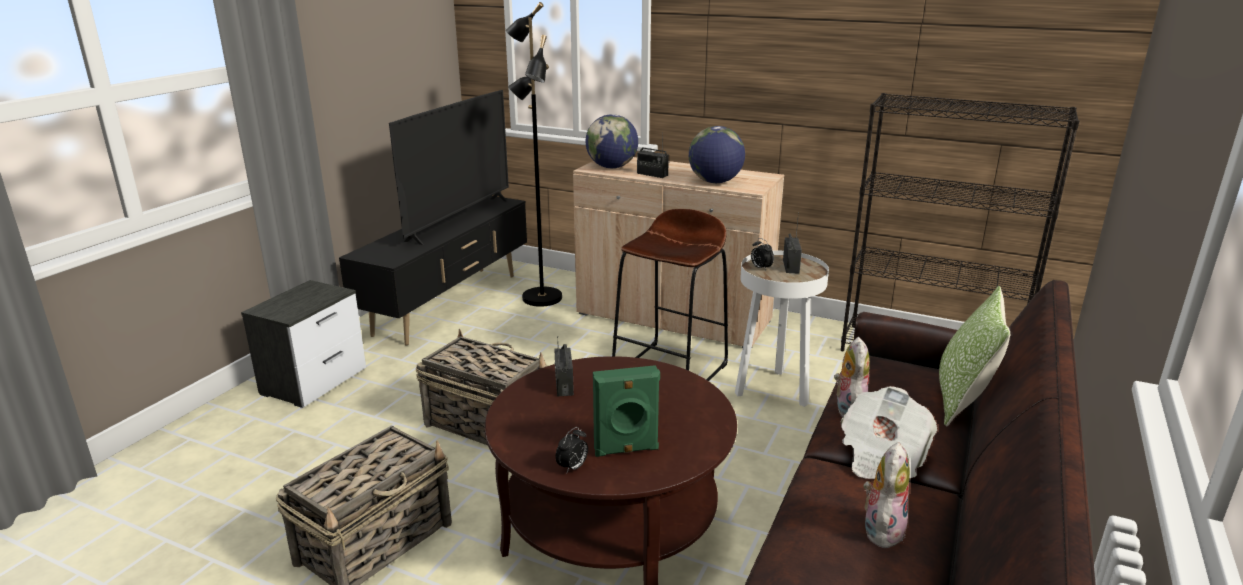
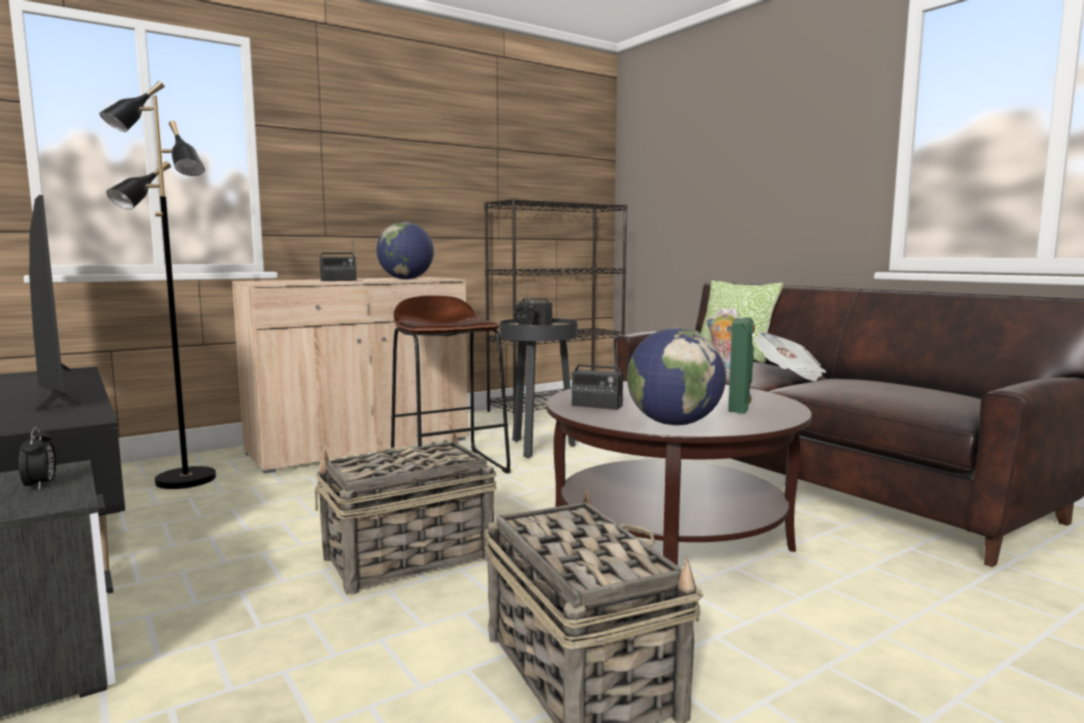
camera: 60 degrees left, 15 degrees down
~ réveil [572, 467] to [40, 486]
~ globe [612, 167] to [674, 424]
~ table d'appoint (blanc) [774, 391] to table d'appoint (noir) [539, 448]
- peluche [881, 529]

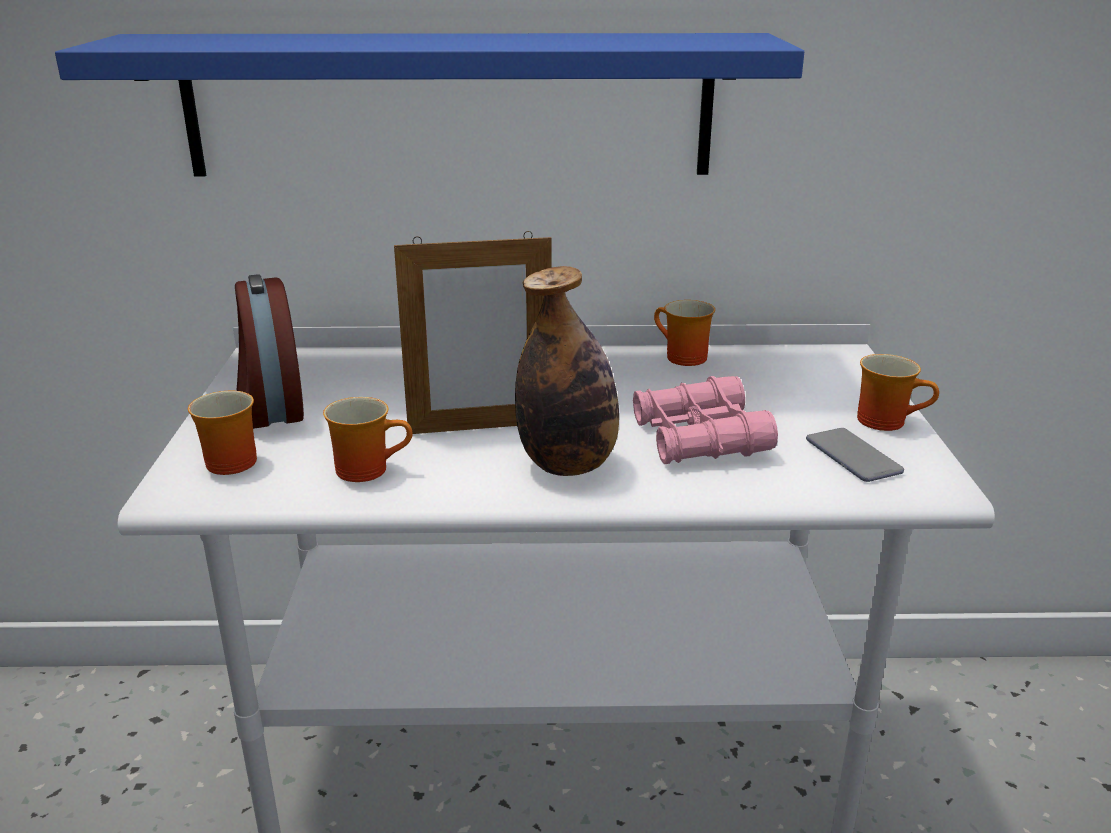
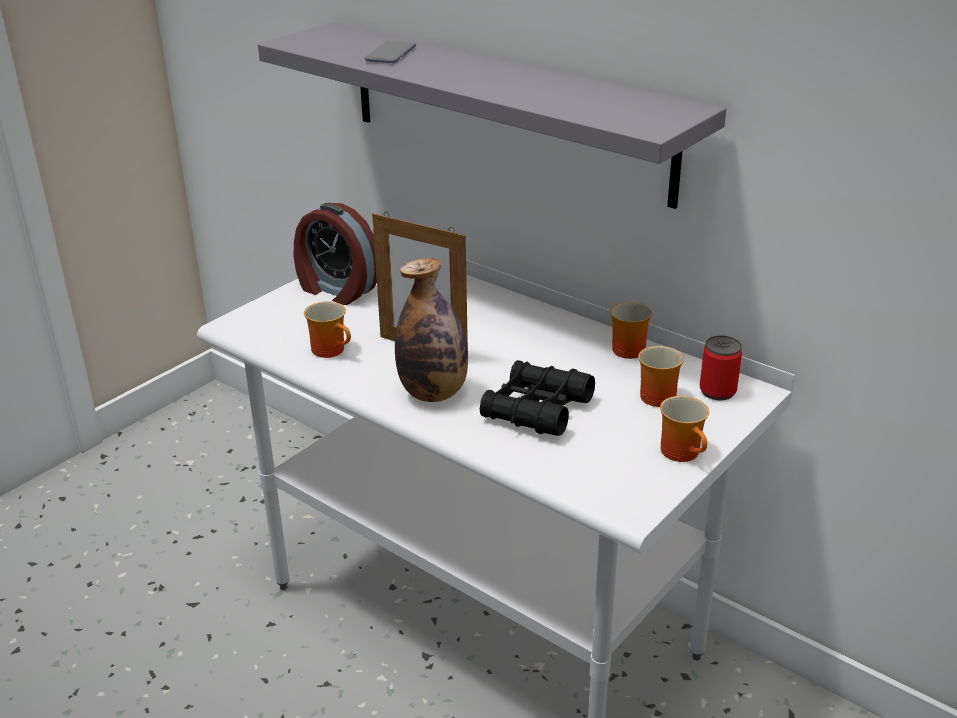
camera: 40 degrees right, 5 degrees up
~ étagère (bleu) [449, 106] to étagère (gris) [506, 110]
~ mug [224, 462] to [653, 395]
~ réveil [268, 407] = [336, 290] 75 degrees counterclockwise
~ jumelles (rose) [699, 438] to jumelles (noir) [536, 409]
~ téléphone [853, 456] to [391, 54]
+ boîte métallique [717, 391]

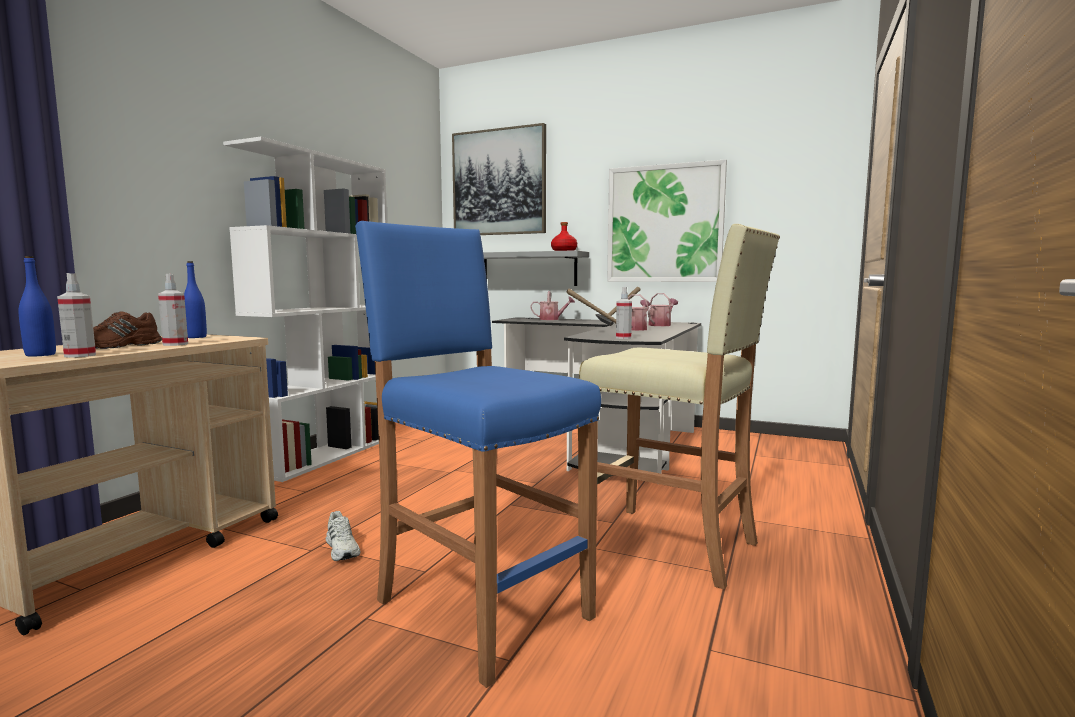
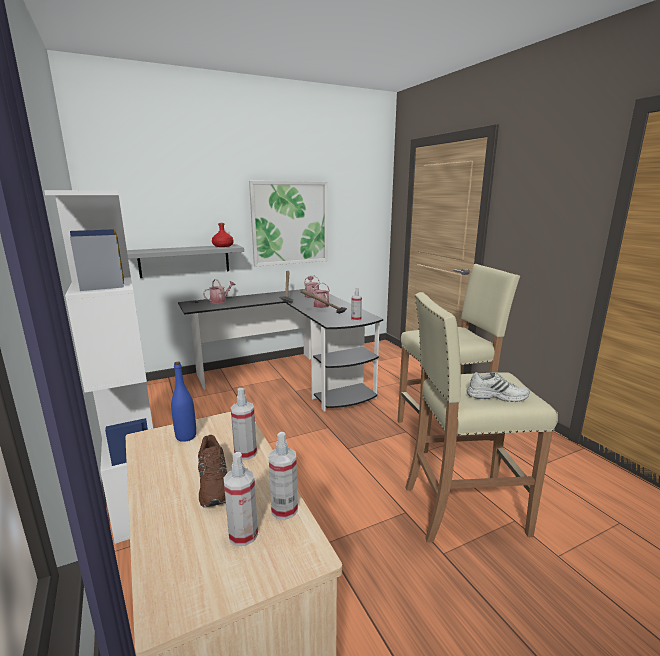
camera: 50 degrees left, 10 degrees up
~ bouteille (bleu) [40, 355] to vaporisateur [243, 534]
~ chaussure (blanc) [343, 549] to [496, 396]
~ tabouret (bleu) [481, 608] to tabouret (beige) [462, 509]
- tableau [499, 182]

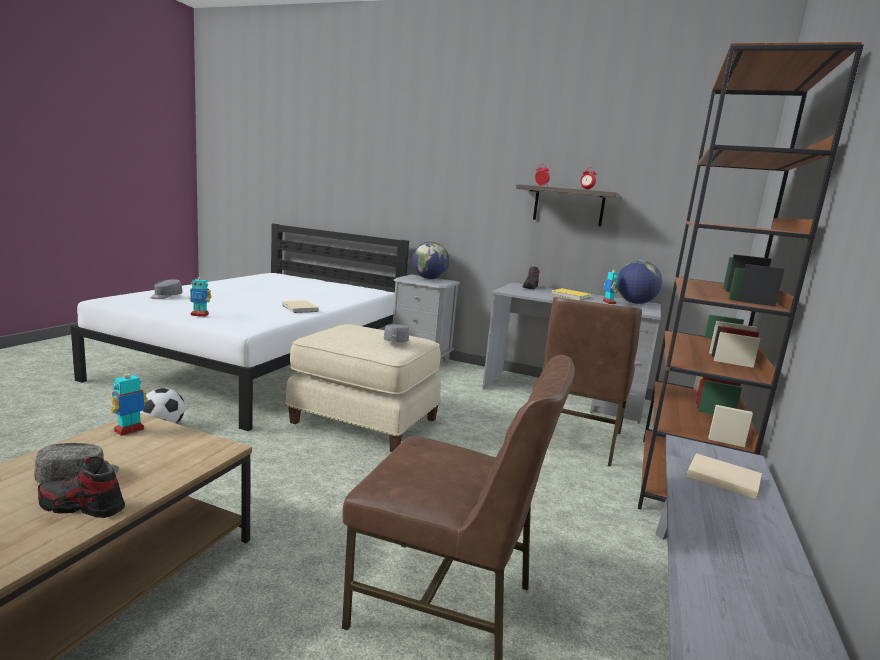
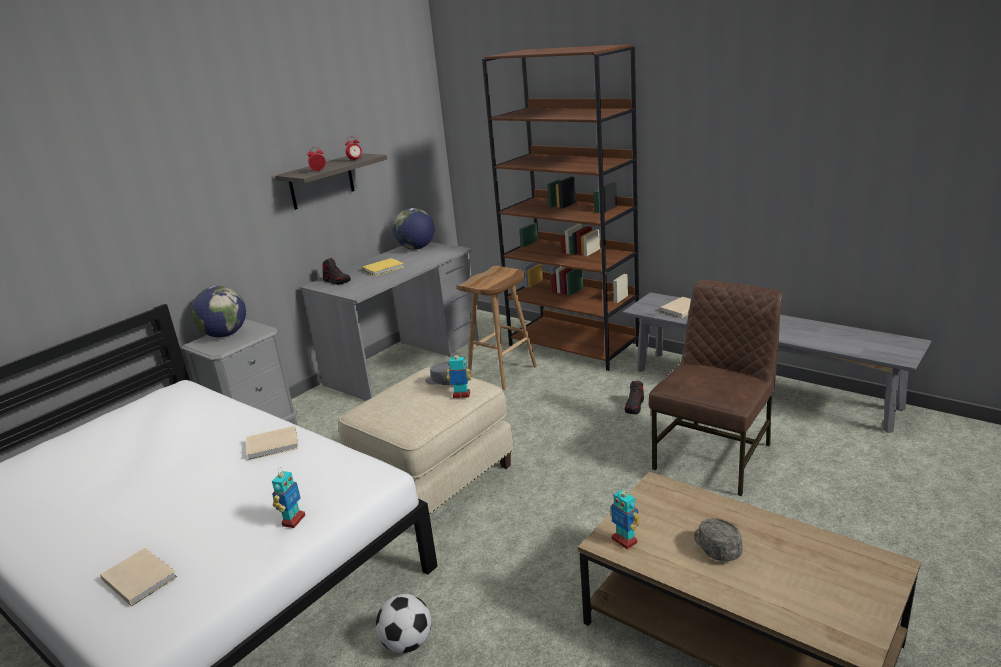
camera: 70 degrees left, 10 degrees up
~ chaussure [82, 506] to [634, 406]
~ casquette (gris) [166, 296] to livre (beige) [139, 577]
~ chaise (marron) [576, 440] to tabouret (marron) [502, 373]
~ robot jouet [608, 302] to [461, 395]

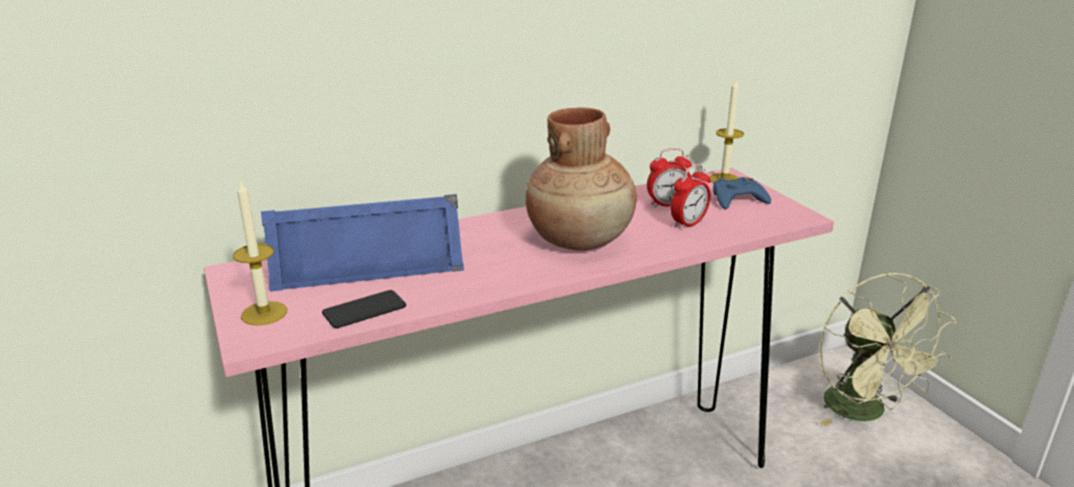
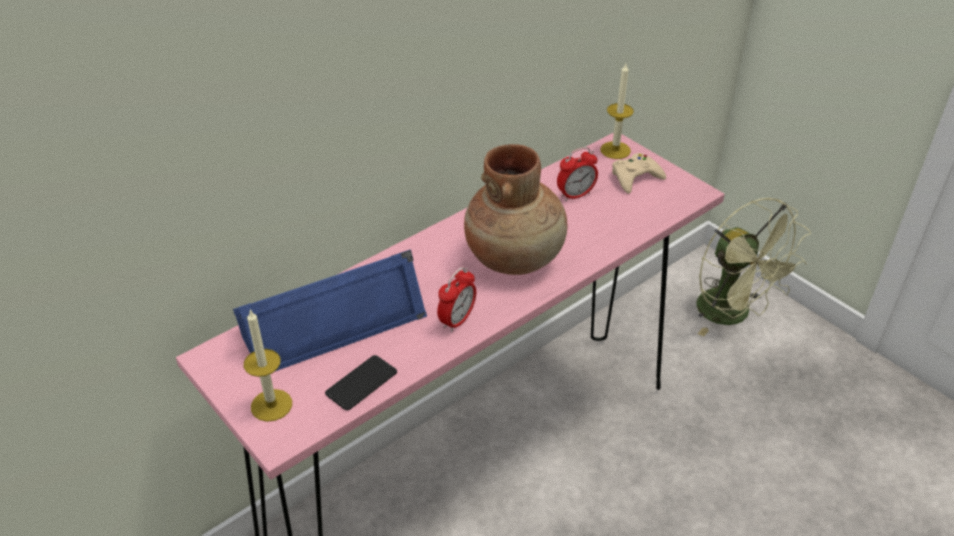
camera: 15 degrees left, 15 degrees up
~ réveil [688, 224] to [457, 320]
~ manette (bleu) [737, 199] to manette (beige) [635, 177]

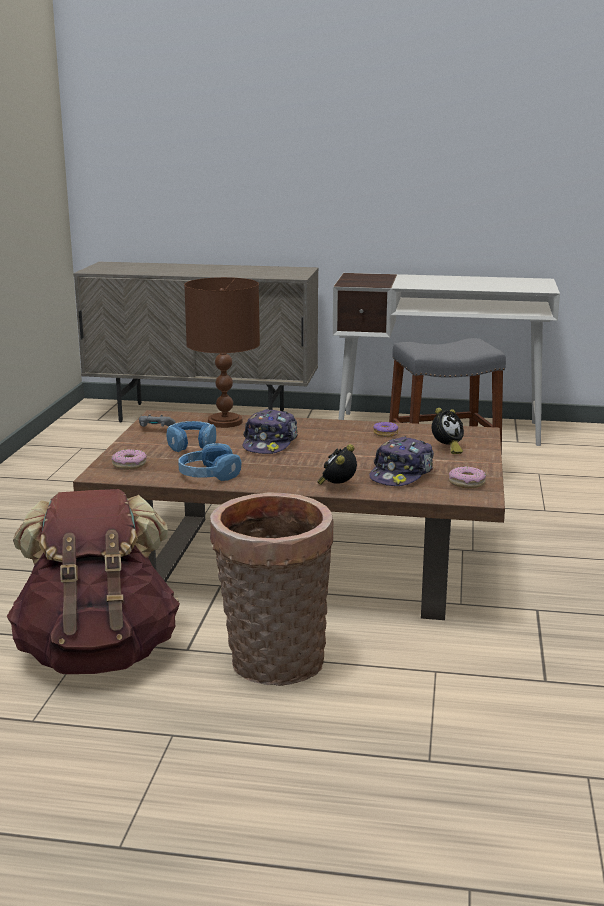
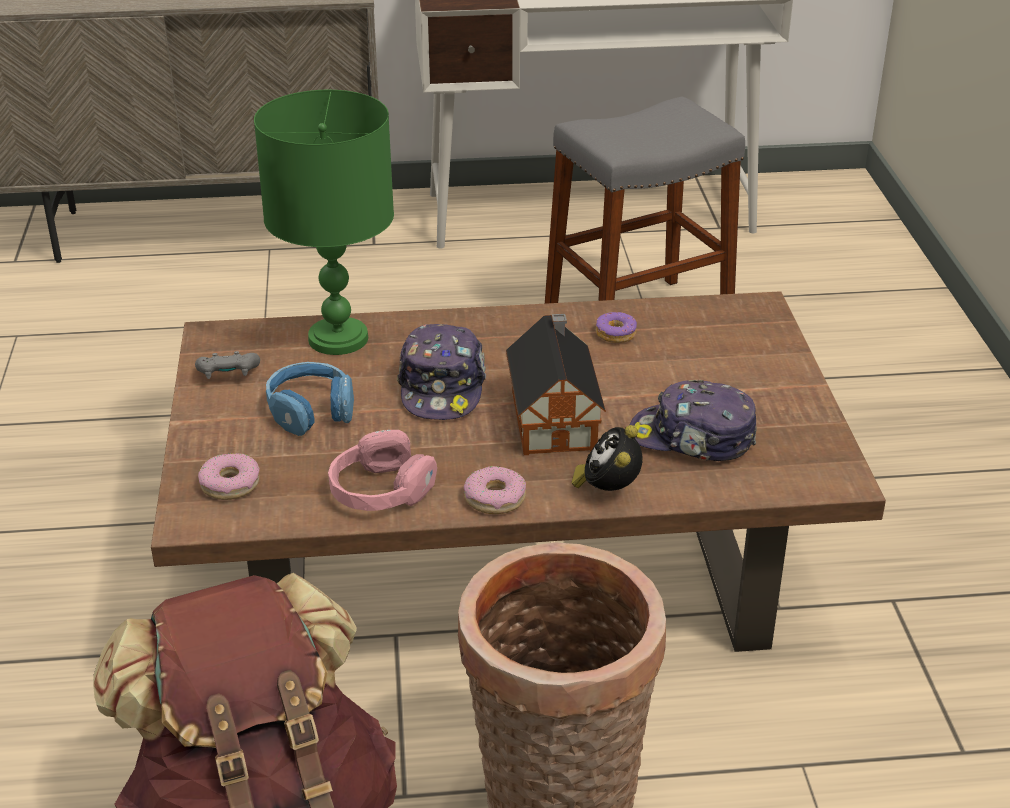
camera: 15 degrees left, 15 degrees up
~ casque audio (bleu) [208, 475] to casque audio (rose) [380, 491]
~ lampe de table (marron) [225, 422] to lampe de table (vert) [337, 338]
~ casquette [402, 474] = [692, 438] 90 degrees clockwise
- réveil [446, 449]
~ beignet [466, 483] to [495, 498]
+ maison miniature [554, 417]

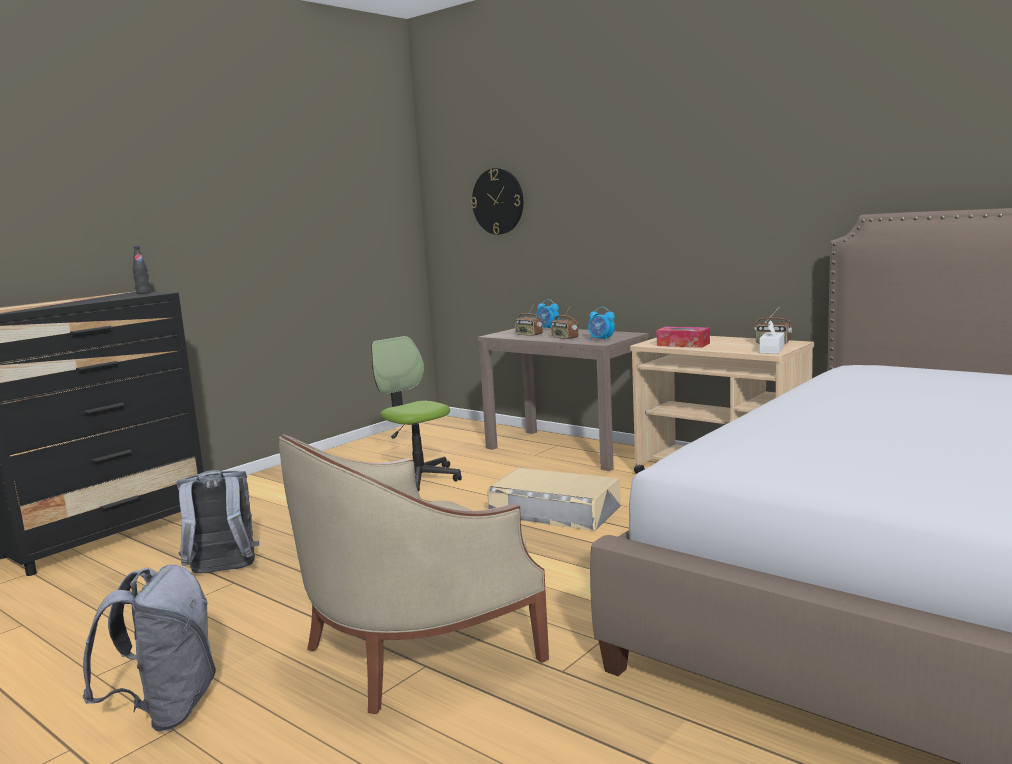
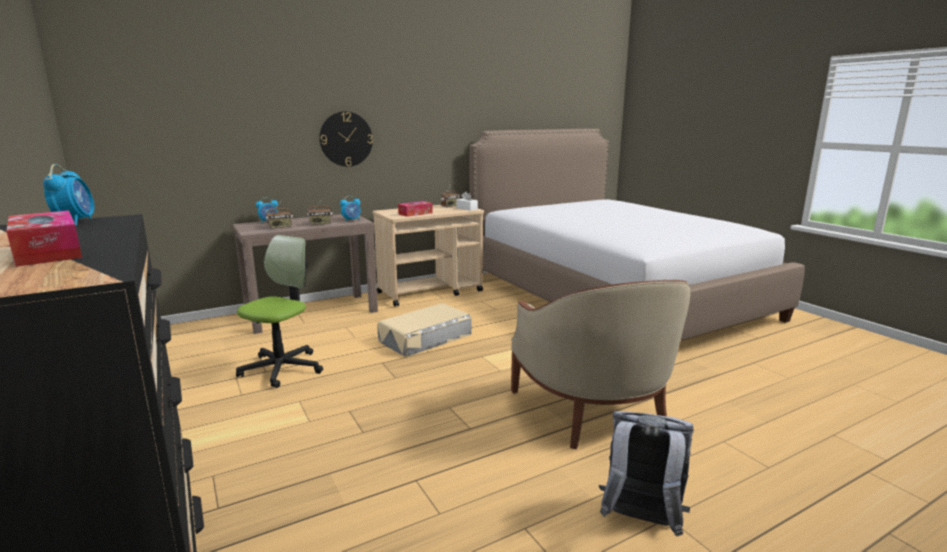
camera: 70 degrees left, 5 degrees up
~ bouteille (noir) [143, 293] to réveil [75, 222]
- sac à dos (gris) [223, 572]
~ chaise de bureau [418, 479] = [282, 368] 135 degrees clockwise
~ horloge murale [498, 201] to [346, 139]
+ boîte à mouchoirs [48, 252]

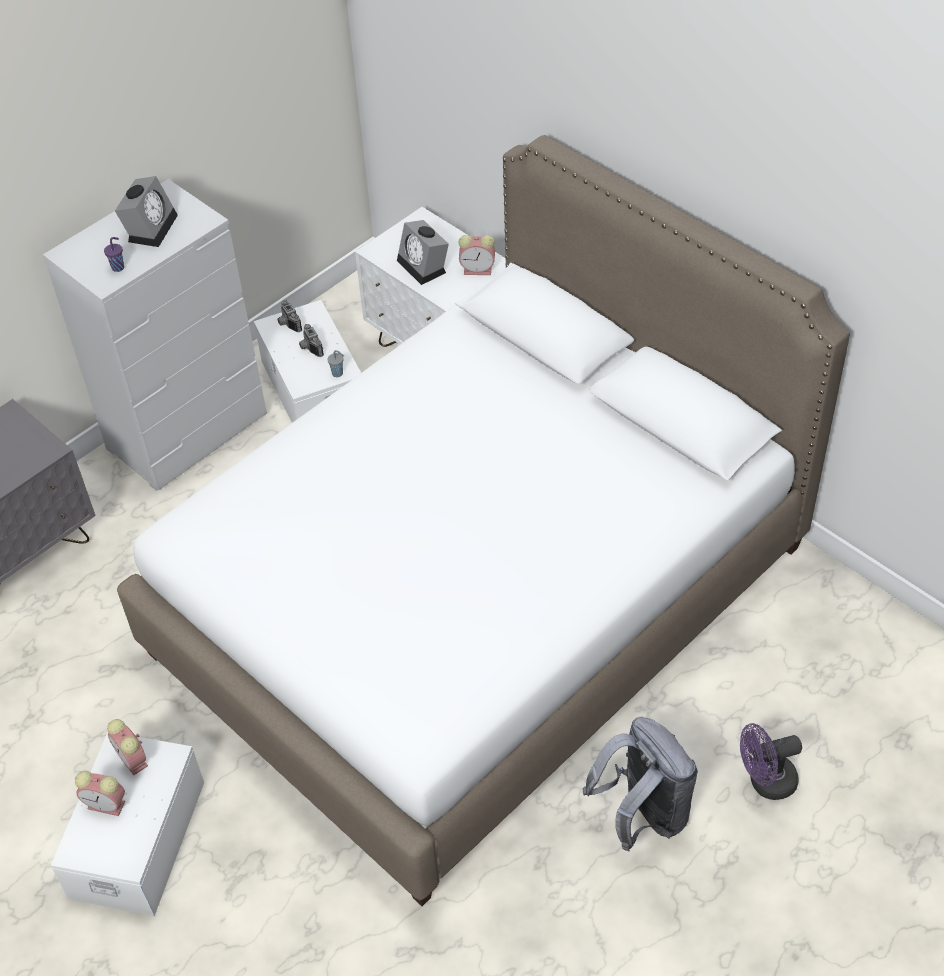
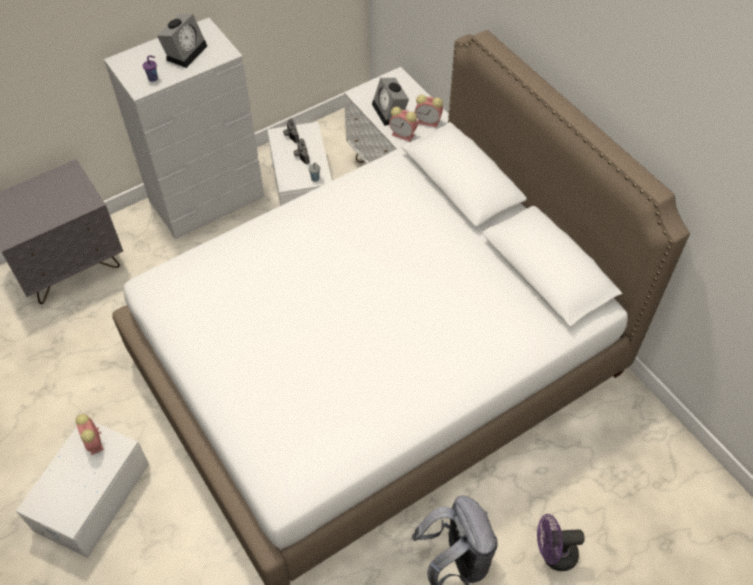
camera: 10 degrees right, 5 degrees up
~ réveil [108, 805] to [404, 135]

